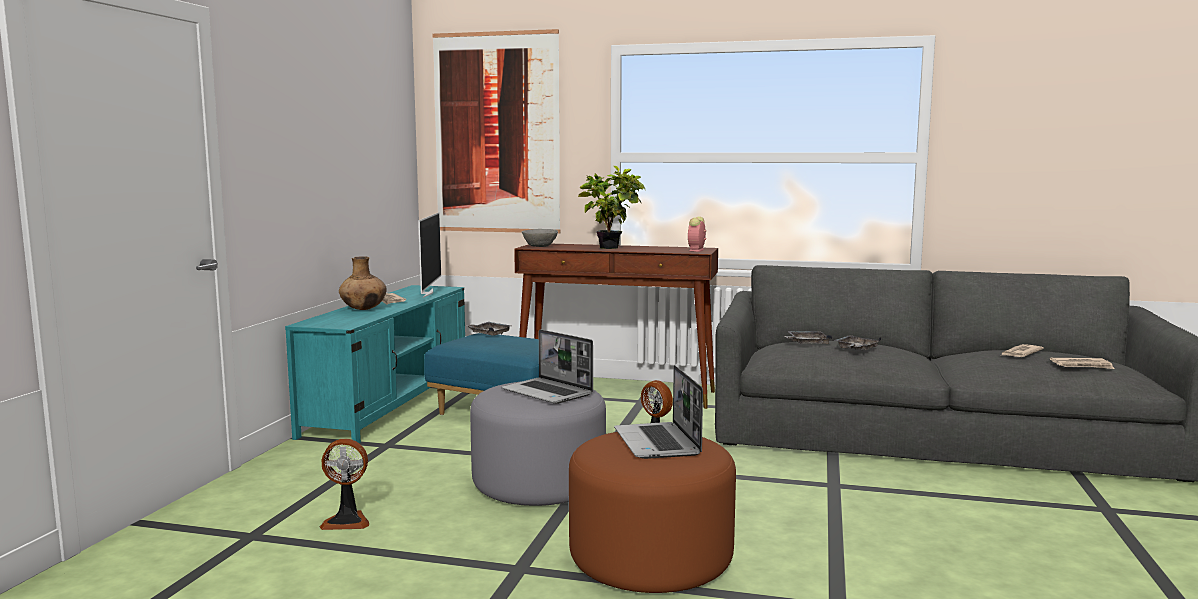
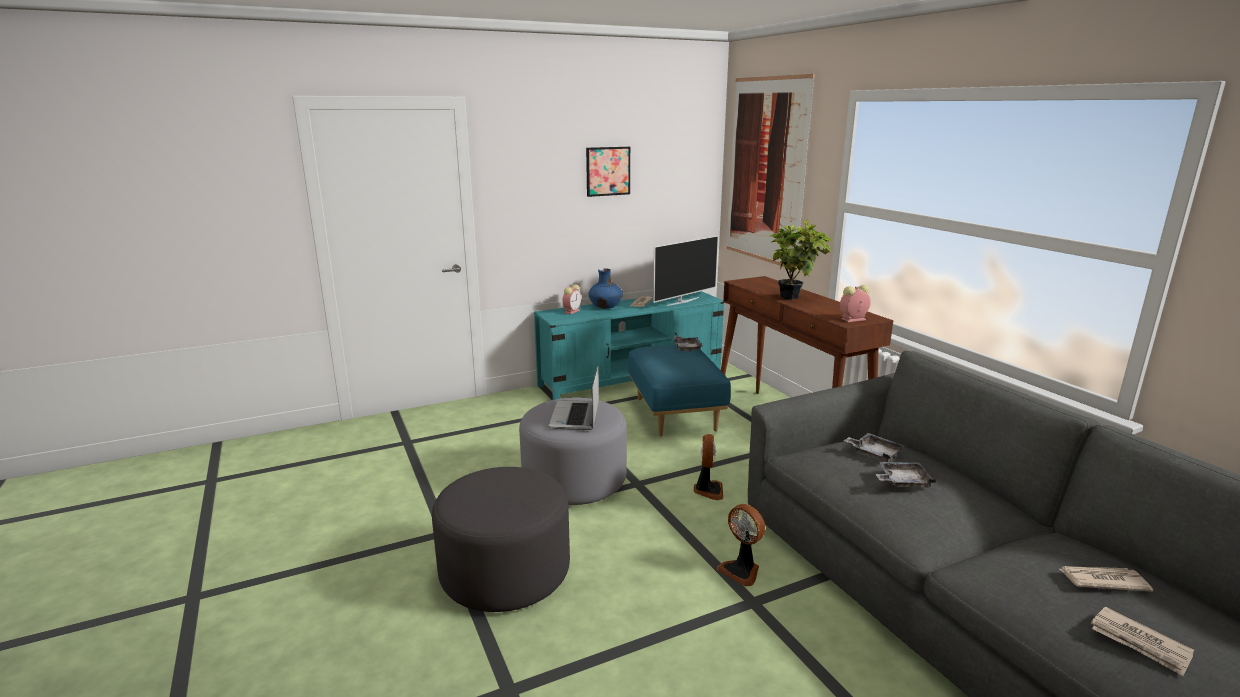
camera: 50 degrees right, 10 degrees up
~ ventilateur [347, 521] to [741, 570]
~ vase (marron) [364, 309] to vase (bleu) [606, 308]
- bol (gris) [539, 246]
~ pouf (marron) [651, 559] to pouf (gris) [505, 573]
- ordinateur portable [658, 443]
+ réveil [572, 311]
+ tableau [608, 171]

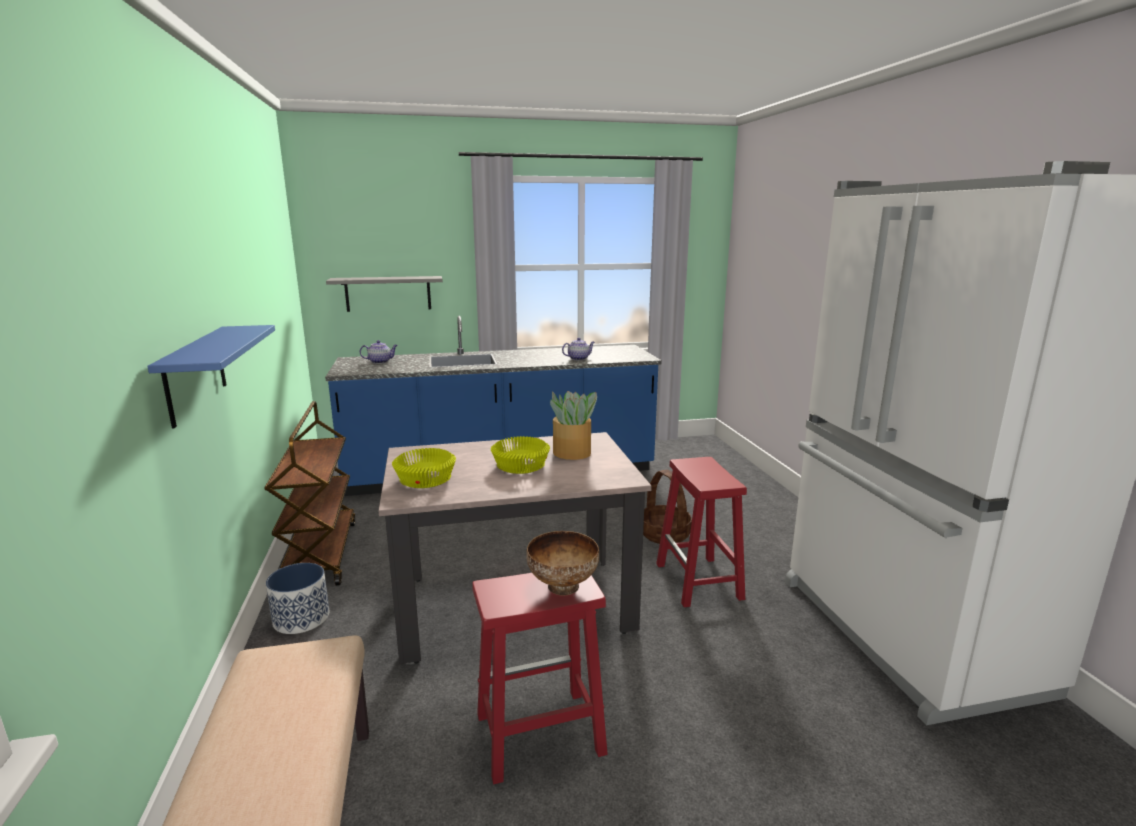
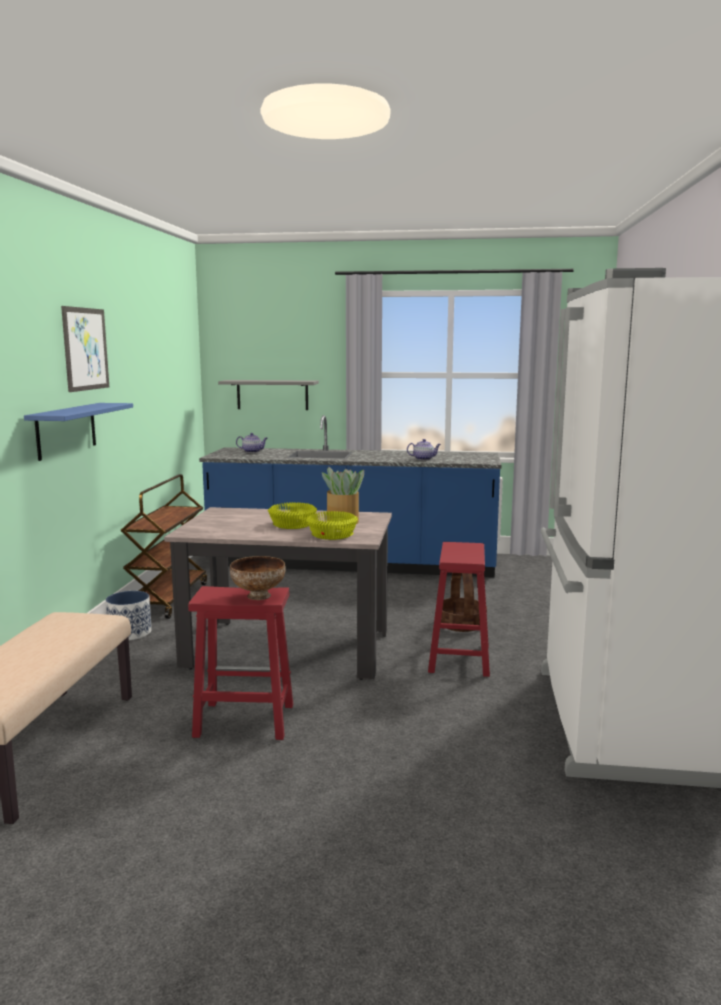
camera: 20 degrees right, 5 degrees down
~ bol (jaune) [424, 479] to [331, 535]
+ tableau [85, 349]

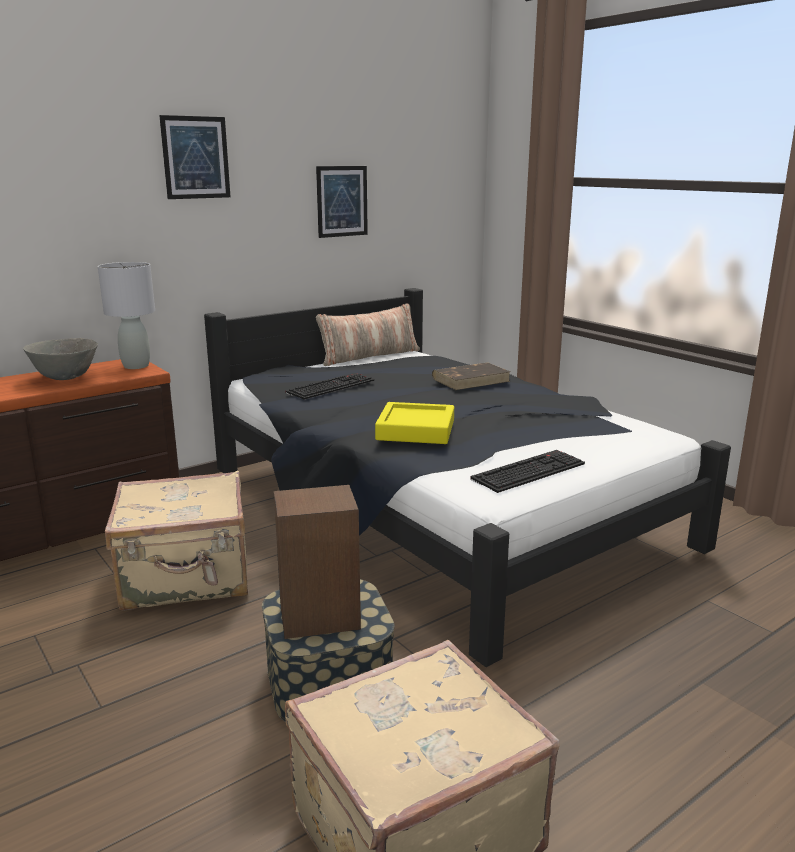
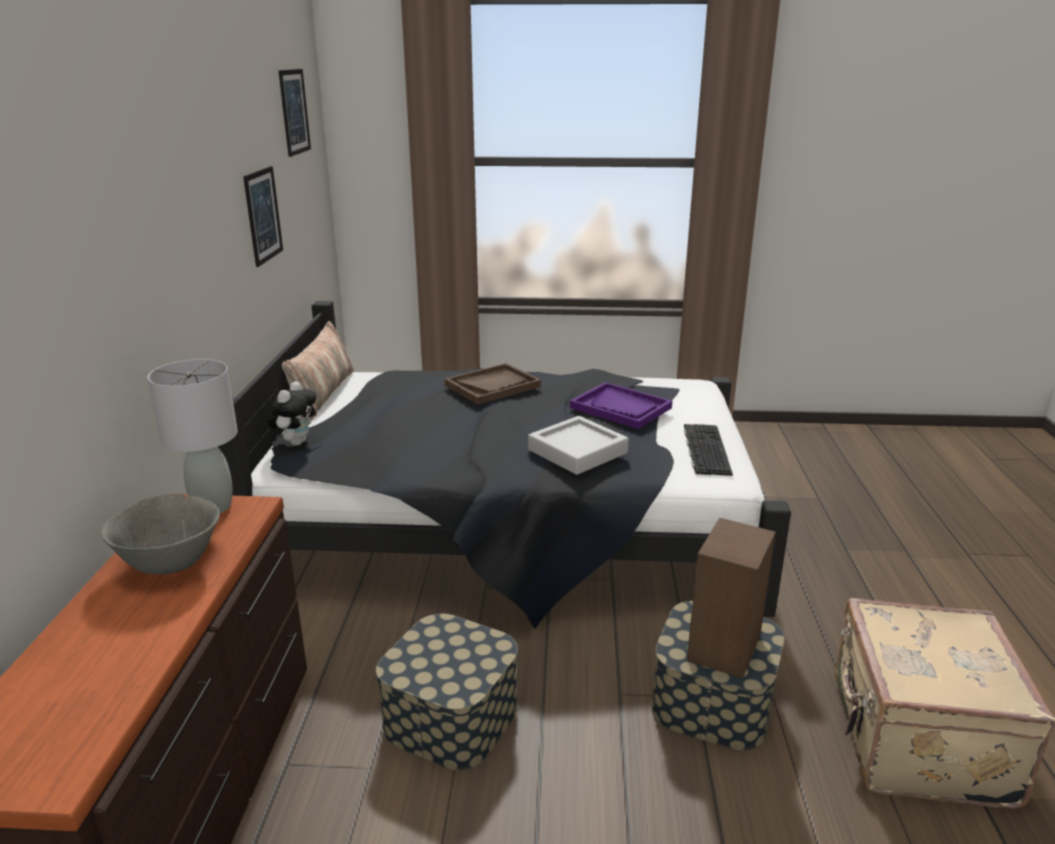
camera: 50 degrees left, 5 degrees up
~ valise (beige) [187, 578] to boîte de rangement [451, 717]
~ tableau [196, 157] to [294, 112]
- clavier [330, 386]
~ plateau (jaune) [416, 430] to plateau (gris) [577, 451]
~ livre (marron) [471, 380] to plateau (marron) [493, 386]
+ peluche [296, 442]
+ plateau (violet) [621, 408]

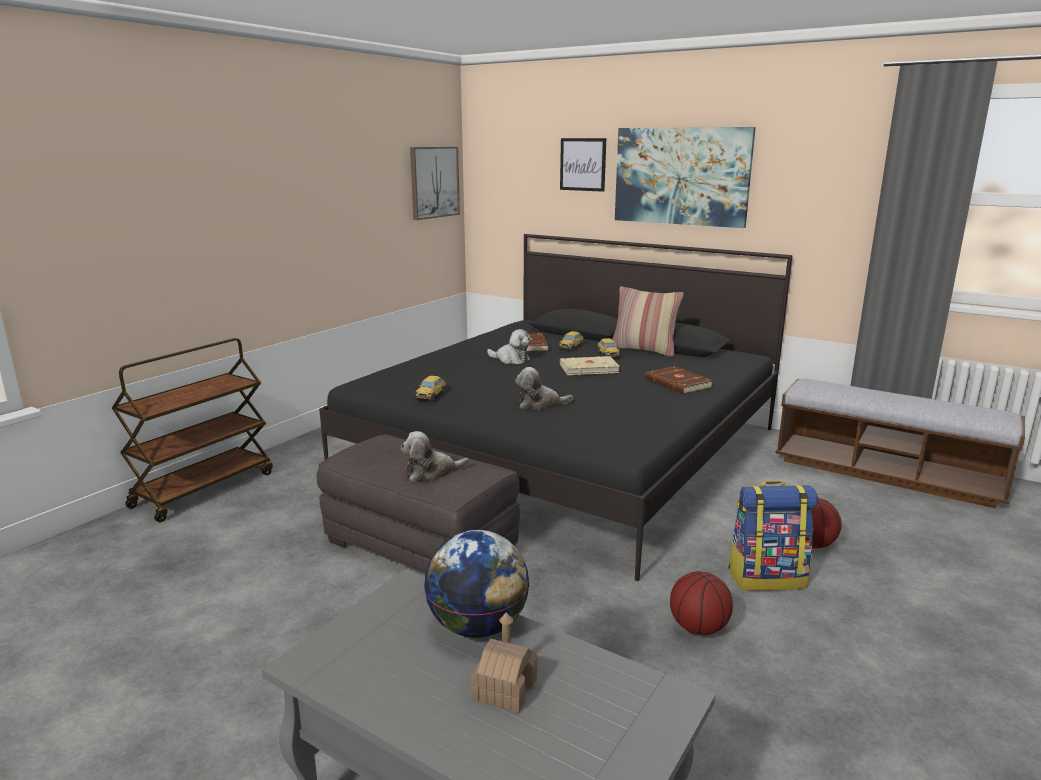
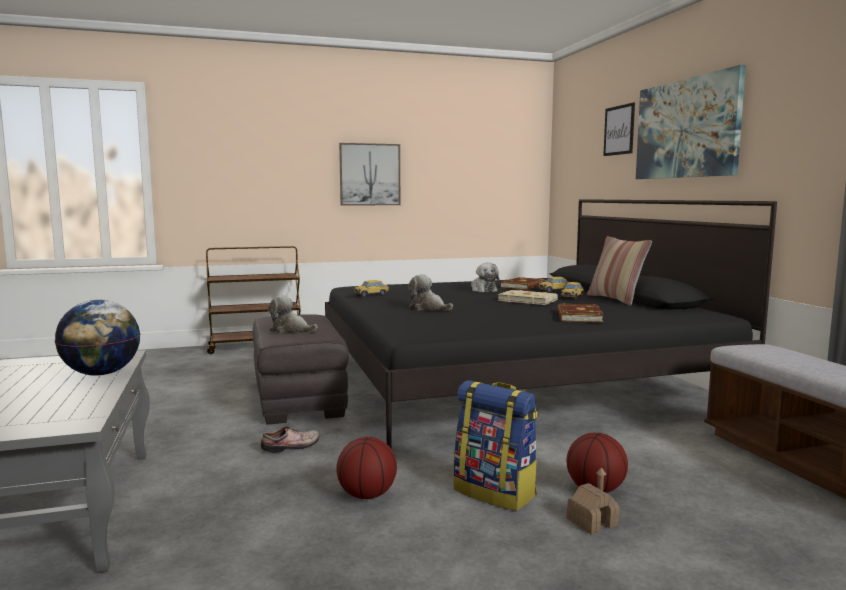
camera: 40 degrees right, 10 degrees down
~ tableau [434, 182] to [369, 174]
~ maison miniature [504, 689] to [592, 522]
+ chaussure [292, 447]

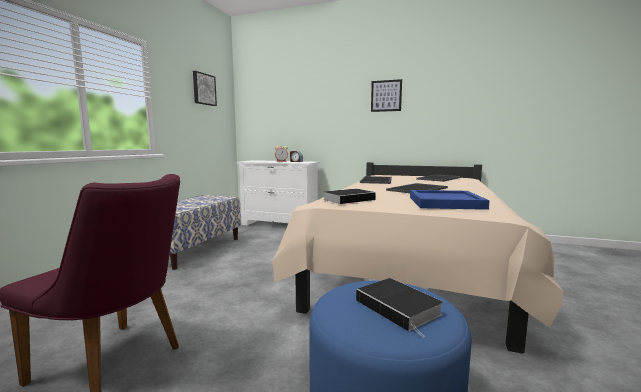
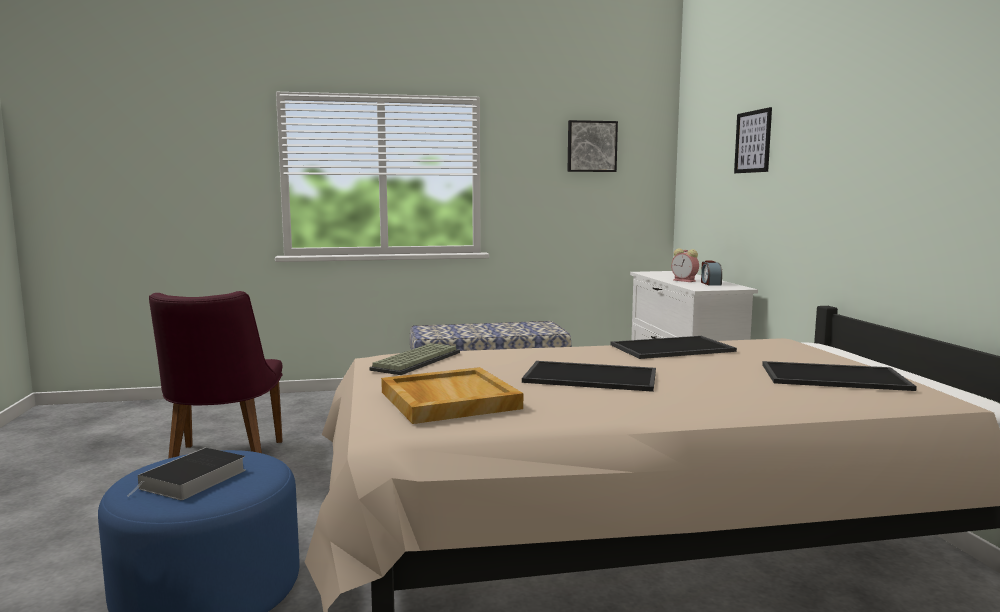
camera: 60 degrees right, 0 degrees up
~ livre [349, 199] to clavier [416, 360]
~ tableau [386, 96] to [753, 141]
~ plateau (bleu) [444, 203] to plateau (beige) [448, 400]

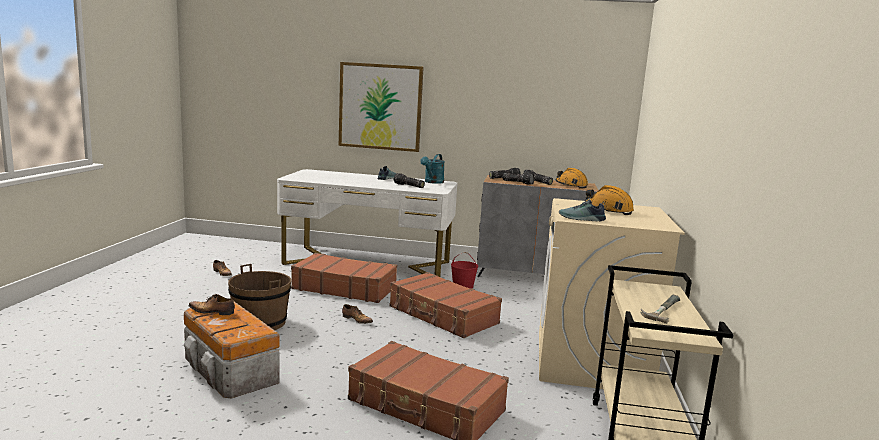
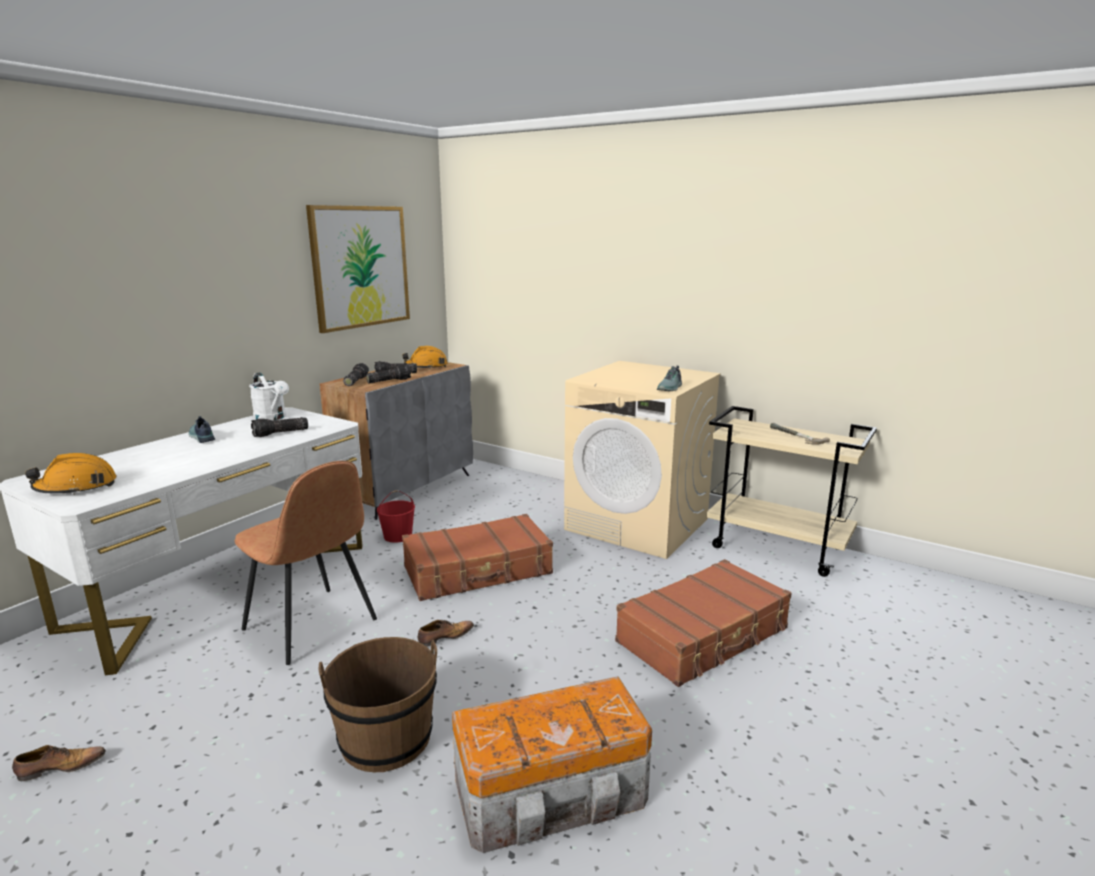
camera: 65 degrees left, 5 degrees up
- chaussure [212, 312]
~ valise (marron) [344, 288] to chaise (marron) [312, 626]
~ tableau [380, 107] to [360, 267]
~ arrosoir (turquoise) [432, 182] to arrosoir (blanc) [273, 418]
~ casque de chantier (orange) [608, 210] to [76, 487]

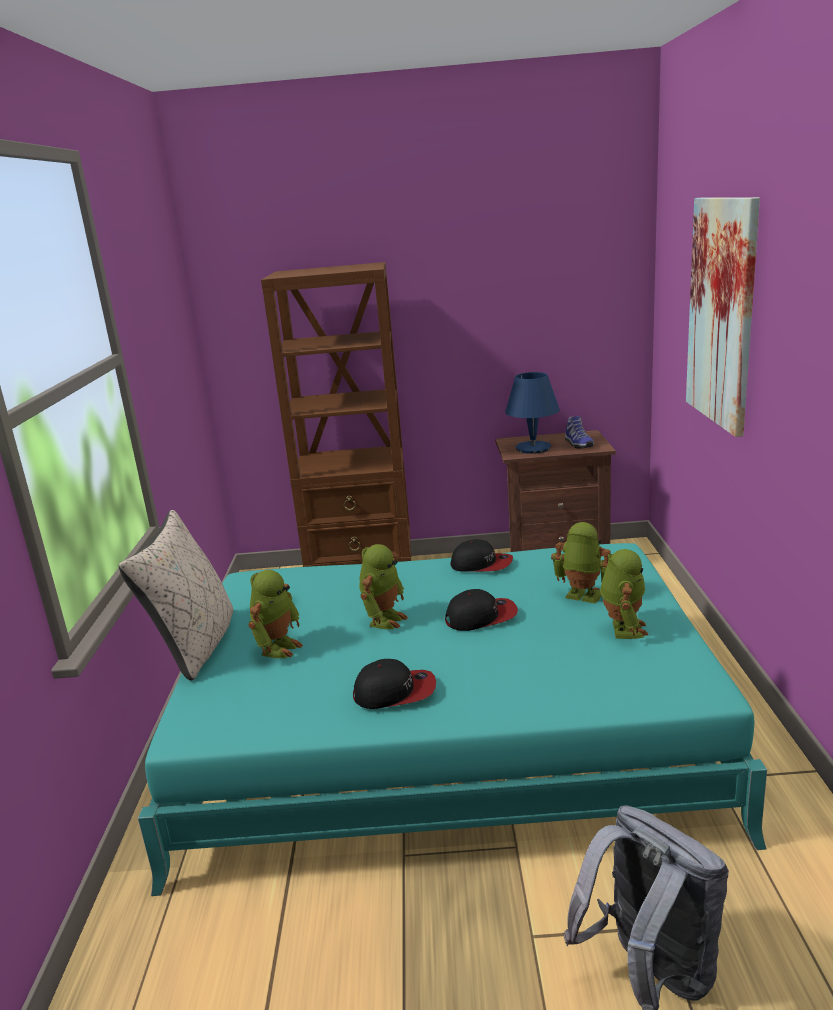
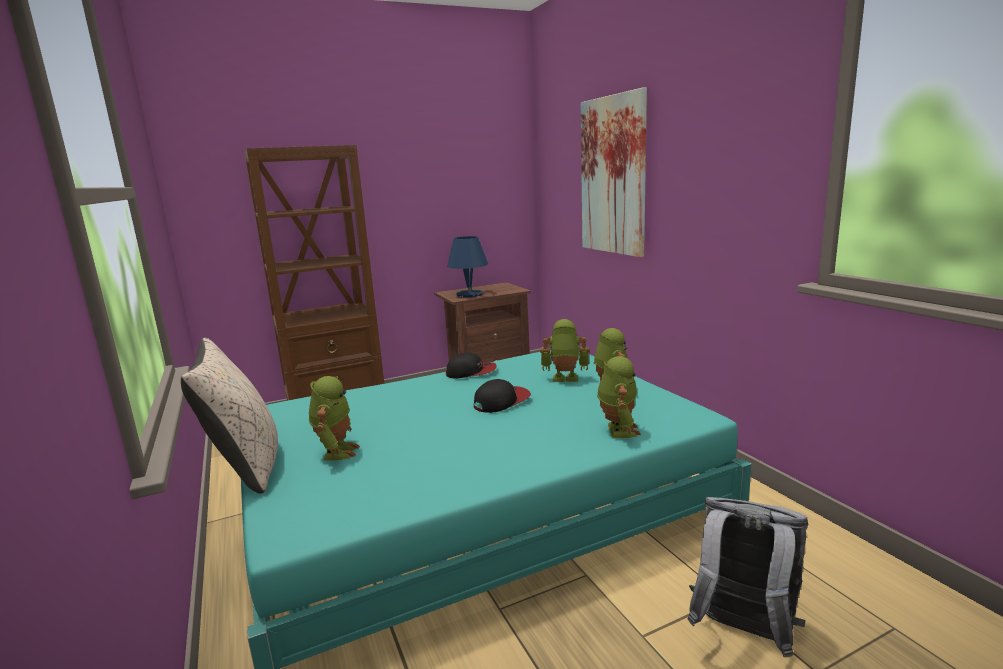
camera: 25 degrees left, 5 degrees down
- casquette [395, 692]
~ robot jouet [384, 619] to [618, 430]
- chaussure [577, 444]

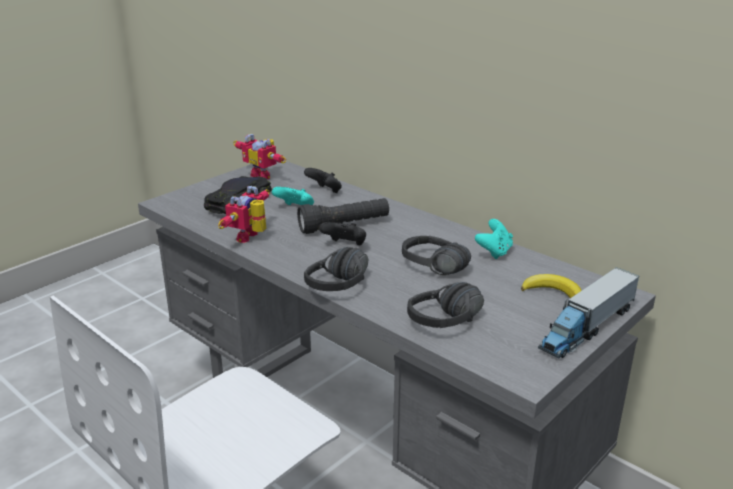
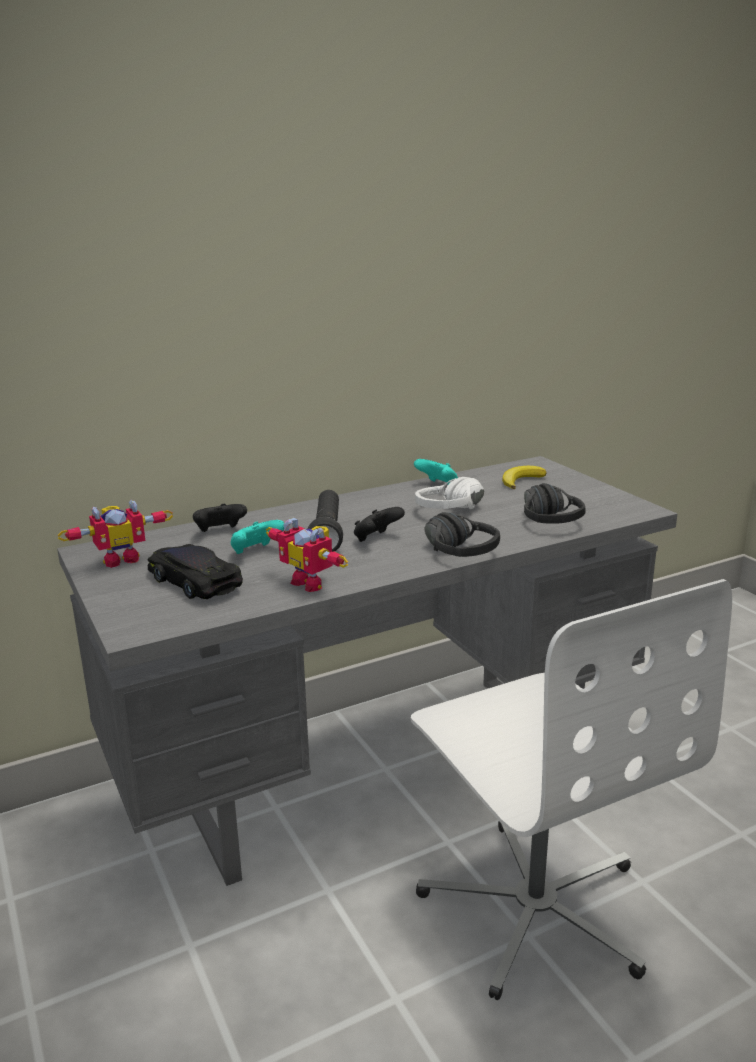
camera: 70 degrees left, 5 degrees down
~ casque audio (noir) [429, 270] to casque audio (blanc) [456, 513]
- camion jouet [587, 327]

